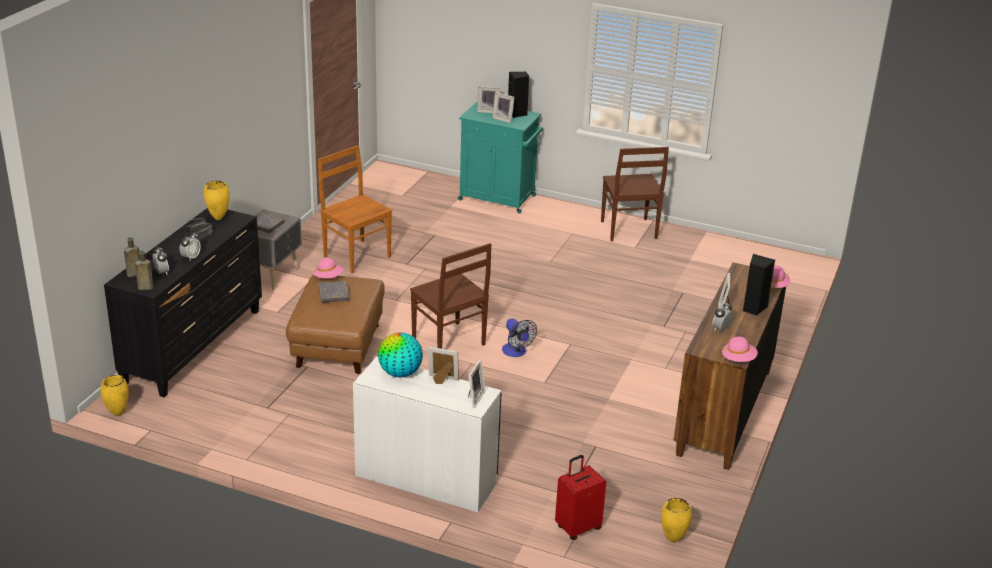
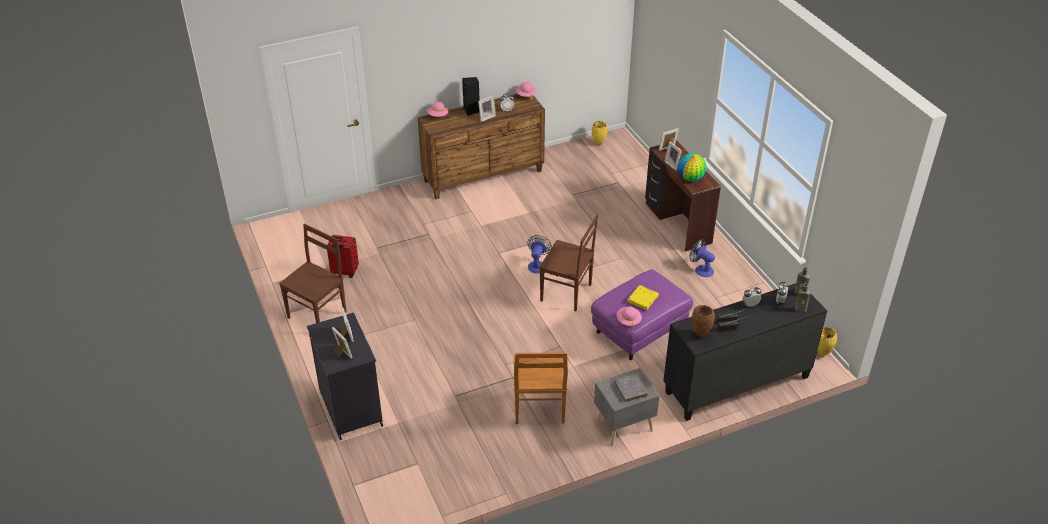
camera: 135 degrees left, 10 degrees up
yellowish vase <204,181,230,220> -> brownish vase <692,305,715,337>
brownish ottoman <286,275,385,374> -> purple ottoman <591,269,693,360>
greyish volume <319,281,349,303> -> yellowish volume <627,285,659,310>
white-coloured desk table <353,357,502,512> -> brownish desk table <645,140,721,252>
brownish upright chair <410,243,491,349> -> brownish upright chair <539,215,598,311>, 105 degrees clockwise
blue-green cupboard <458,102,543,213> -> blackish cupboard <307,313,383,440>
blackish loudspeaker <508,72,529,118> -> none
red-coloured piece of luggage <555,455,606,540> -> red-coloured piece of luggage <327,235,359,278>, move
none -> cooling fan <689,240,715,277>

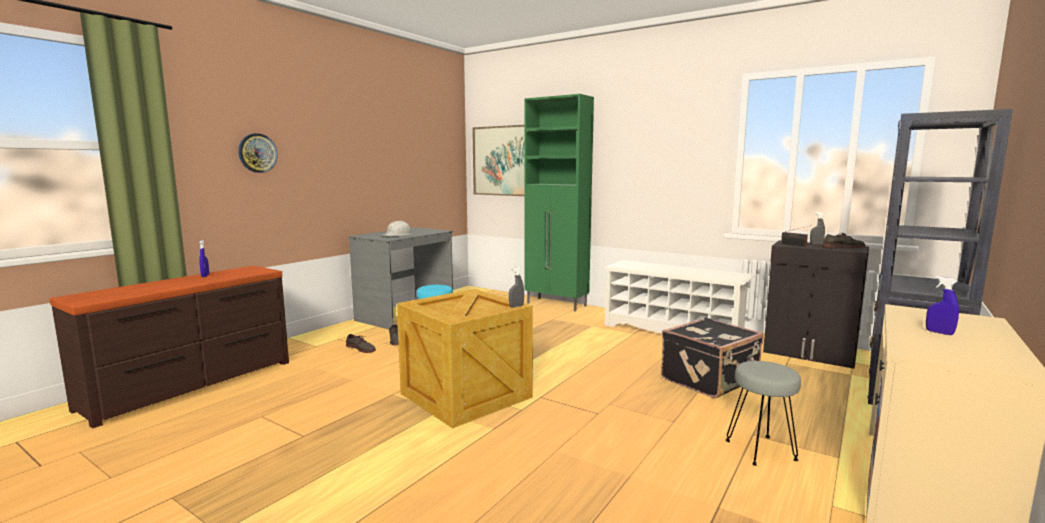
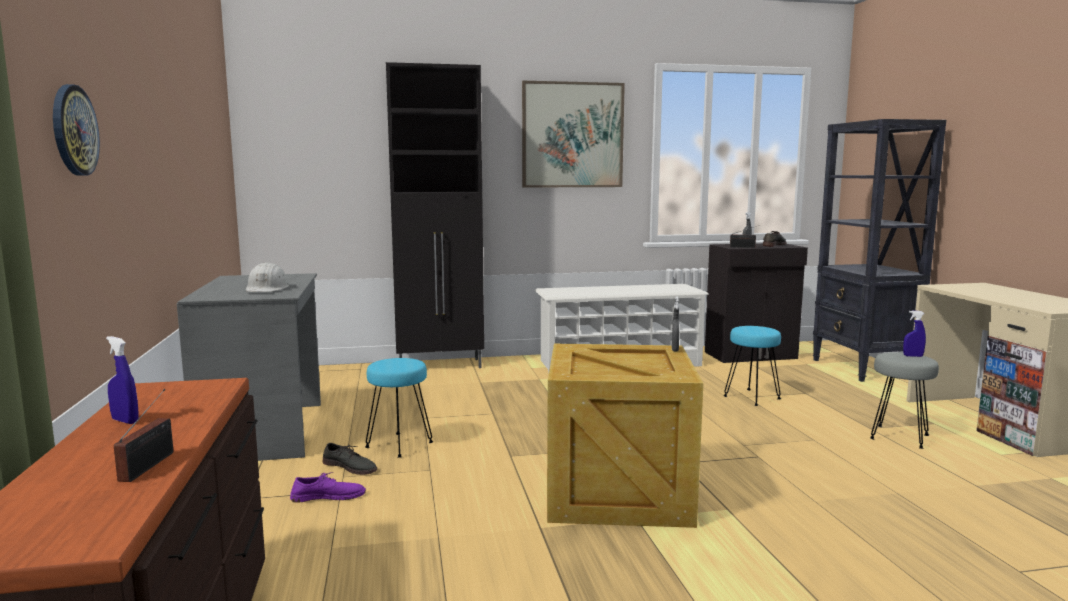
camera: 45 degrees left, 0 degrees up
greyish item of footwear <346,334,376,353> -> purple item of footwear <290,472,366,503>
picture <472,125,525,196> -> picture <522,81,625,188>, move
greenish cupboard <524,94,594,312> -> blackish cupboard <386,62,484,368>
blackish piece of luggage <661,317,764,398> -> blue-green stool seat <724,326,781,406>
blue-coloured sprayer <926,276,959,335> -> blue-coloured sprayer <903,311,926,357>, move
none -> radio <114,389,174,482>

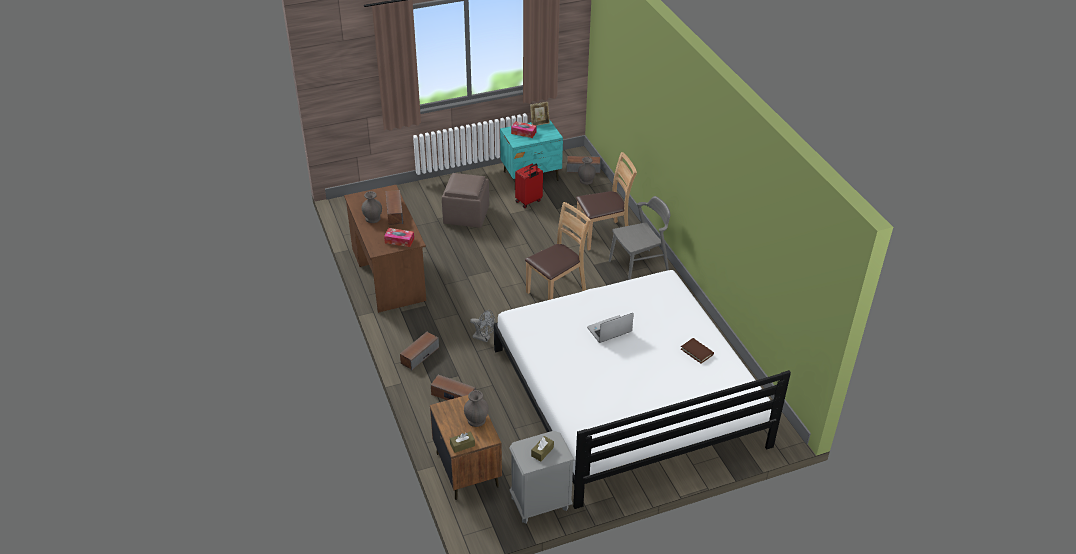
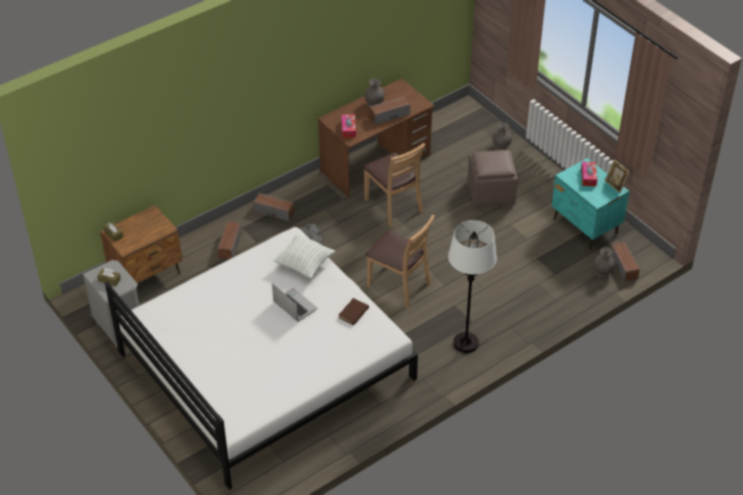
camera: 75 degrees right, 5 degrees up
greyish vase <464,390,489,427> -> greyish vase <492,123,512,150>, move
red-coloured piece of luggage <515,164,543,208> -> none
brownish upright chair <576,152,637,251> -> brownish upright chair <363,143,425,227>, move
greyish upright chair <609,196,670,280> -> white-coloured standard lamp <448,220,497,353>
brownish volume <681,338,714,364> -> brownish volume <338,298,369,325>, move
none -> pillow <273,234,335,278>

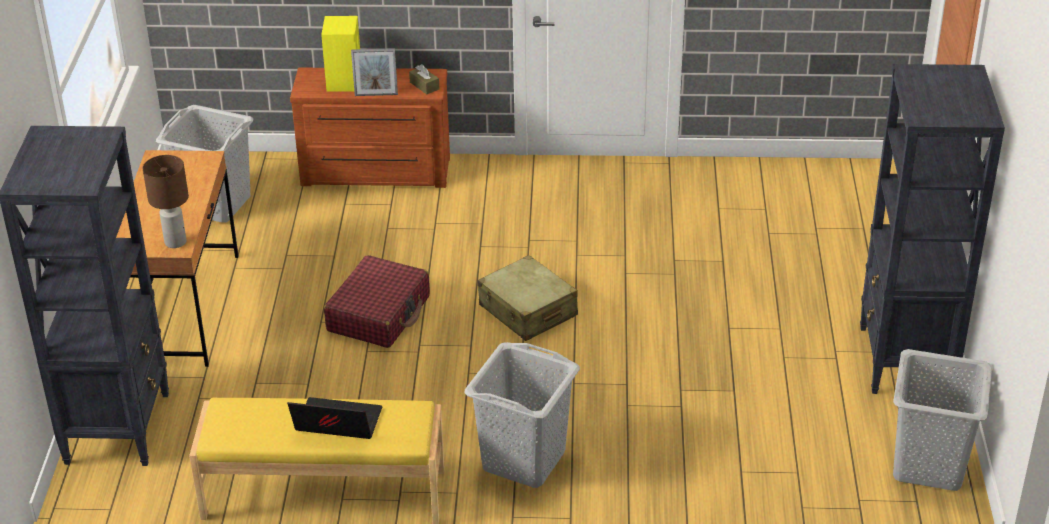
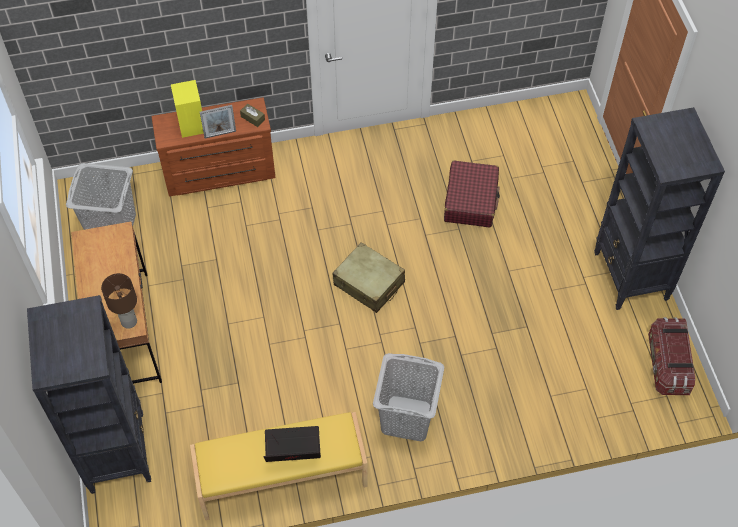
camera: 15 degrees left, 20 degrees up
red-coloured piece of luggage <324,255,430,348> -> red-coloured piece of luggage <444,160,500,228>, move
greyish washing basket <893,349,992,491> -> storage container <648,317,695,395>

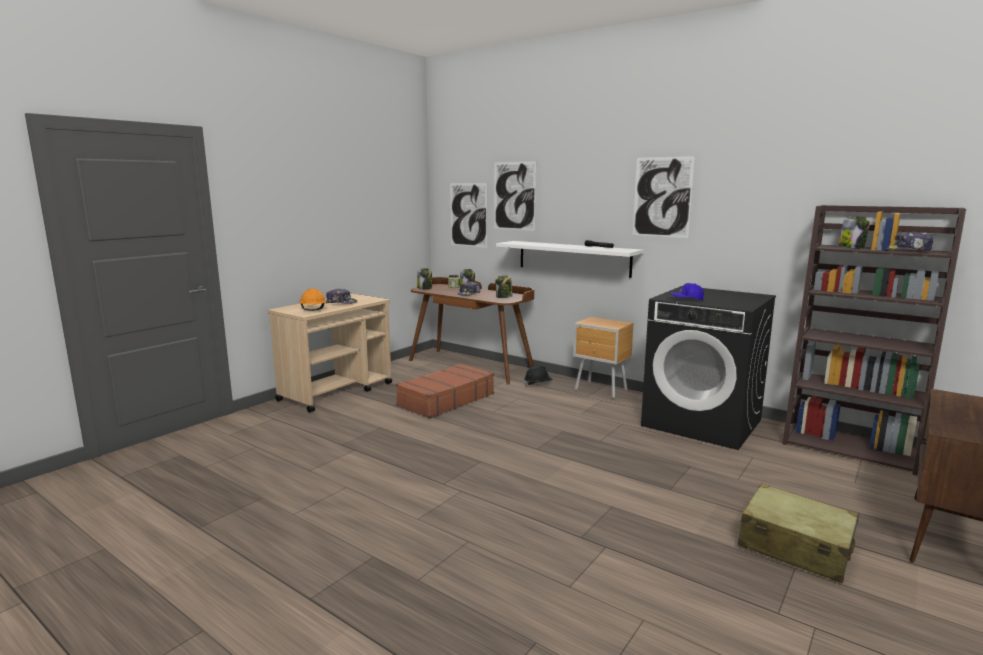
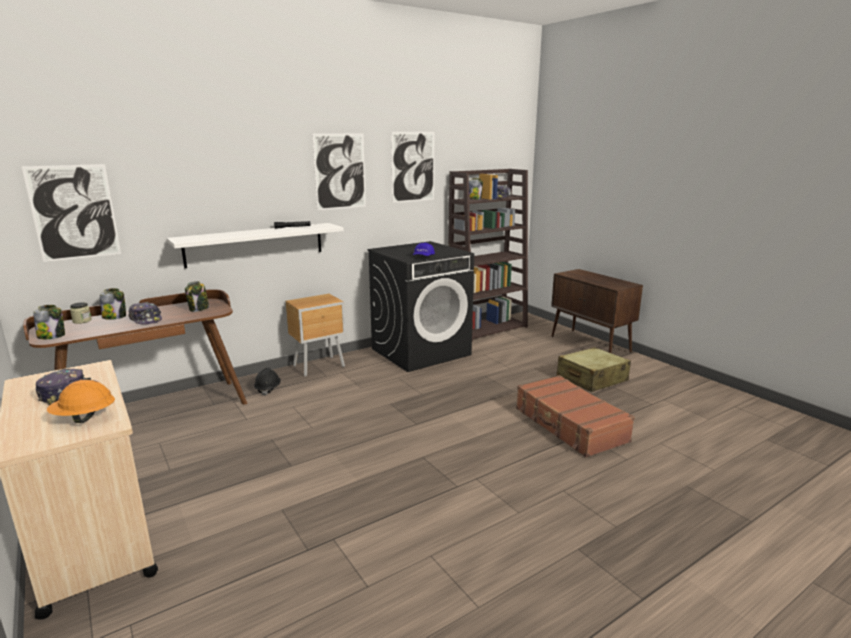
camera: 70 degrees left, 5 degrees up
brownish piece of luggage <396,363,494,418> -> brownish piece of luggage <516,375,635,457>, move
picture <494,161,536,231> -> picture <391,132,434,203>, move

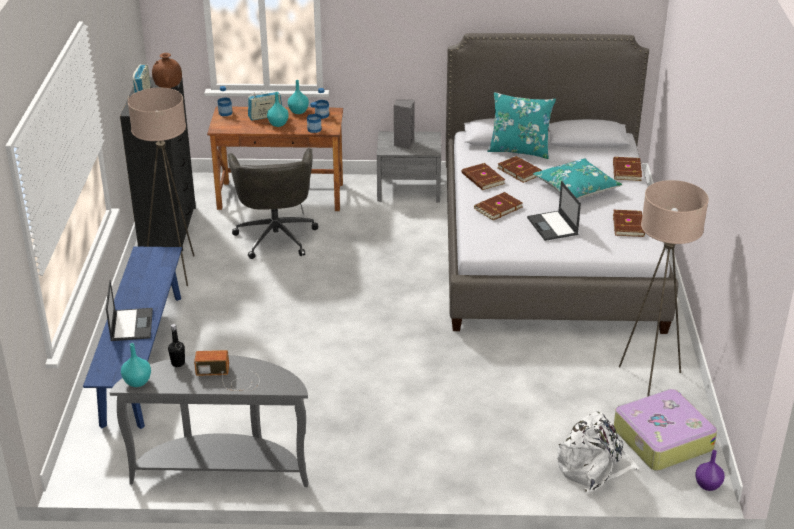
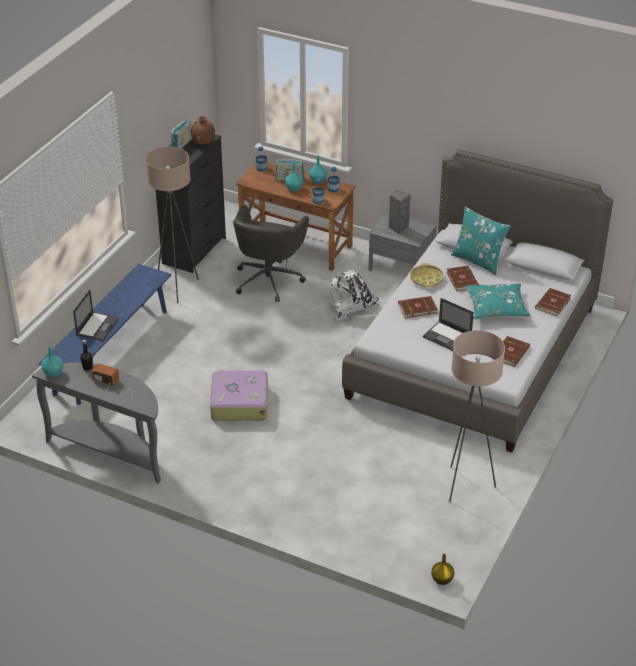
camera: 25 degrees right, 5 degrees up
brownish volume <462,163,505,190> -> yellowish tray <410,263,444,287>
laptop <527,181,581,241> -> laptop <423,298,474,351>, 60 degrees counterclockwise
white-coloured backpack <557,412,639,493> -> white-coloured backpack <330,270,380,320>, move
piece of luggage <614,388,717,471> -> piece of luggage <210,370,268,421>, move
purple vase <695,450,725,491> -> yellowish vase <431,553,454,585>

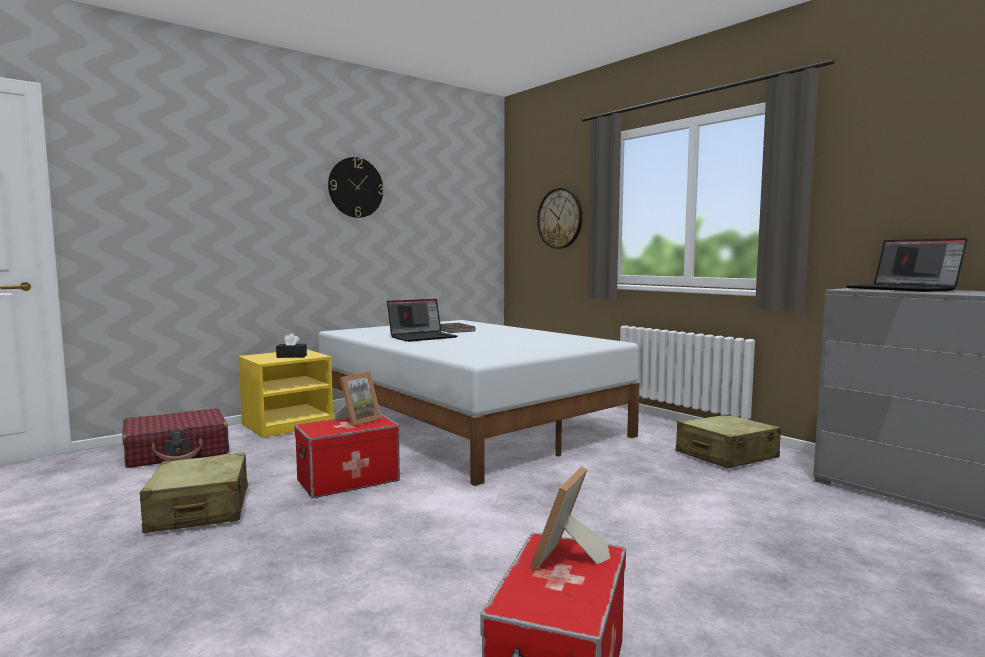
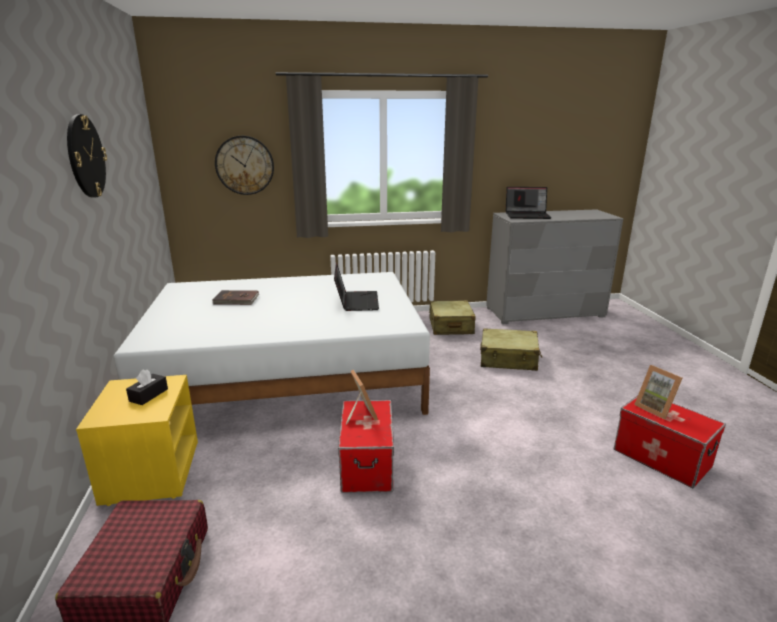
camera: 60 degrees left, 15 degrees up
sand-coloured piece of luggage <140,453,248,533> -> sand-coloured piece of luggage <480,328,542,371>, move
laptop <387,299,457,342> -> laptop <334,263,379,311>, move

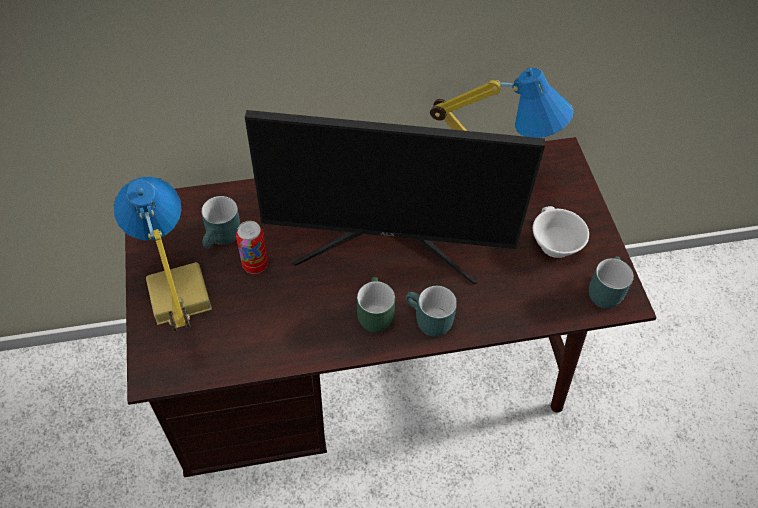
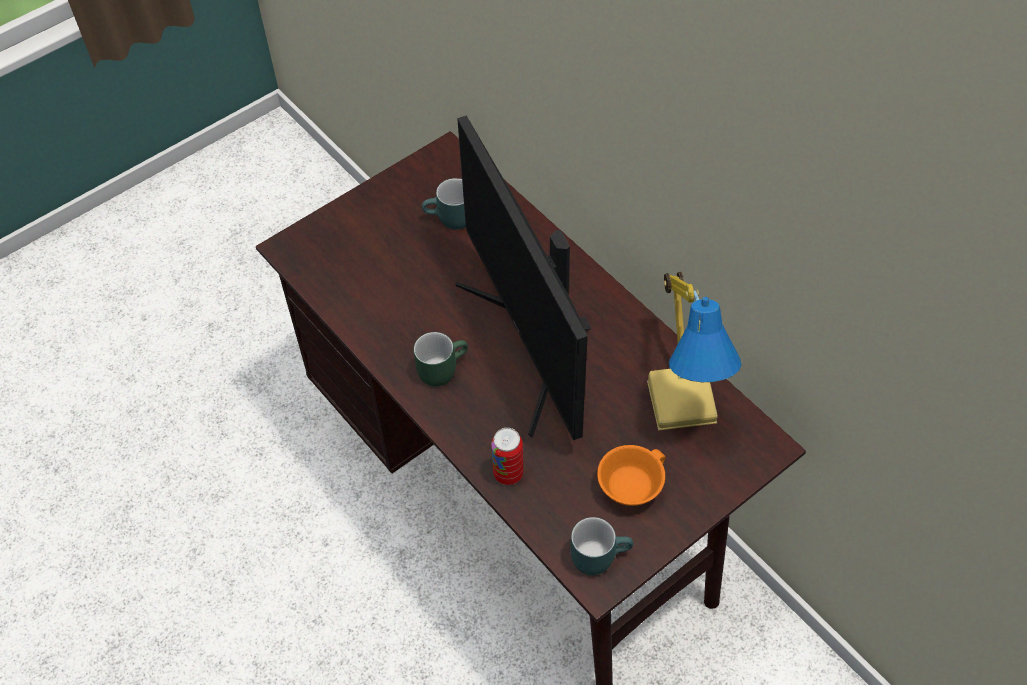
camera: 65 degrees right, 0 degrees up
table lamp <113,177,212,332> -> none
can <236,221,268,274> -> can <491,428,523,485>, move
blue-green tea mug <406,286,457,337> -> none
white-coloured cup <533,206,589,258> -> orange cup <597,445,666,506>

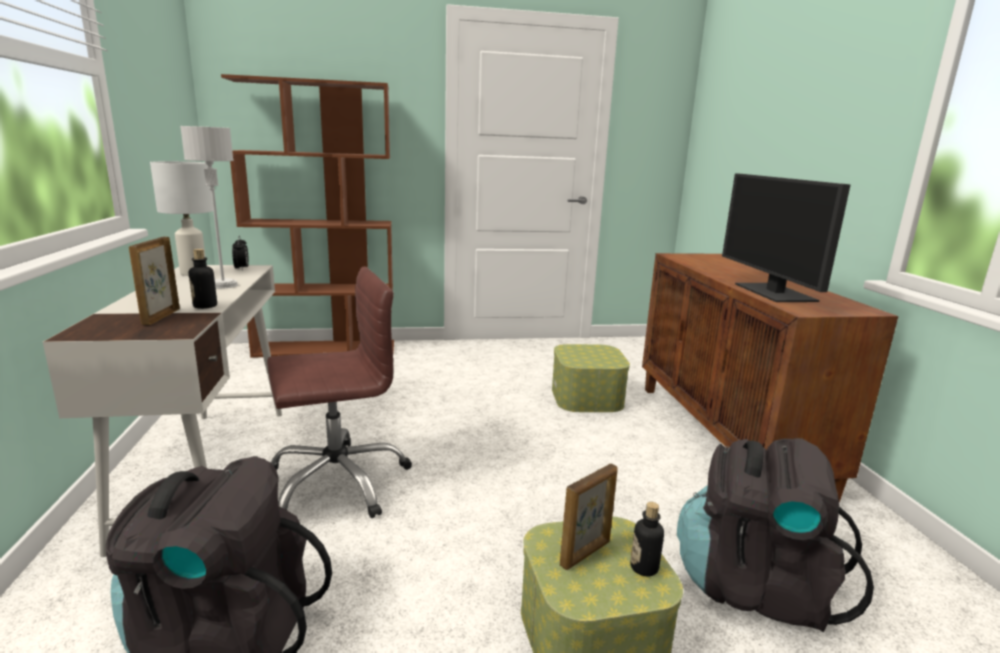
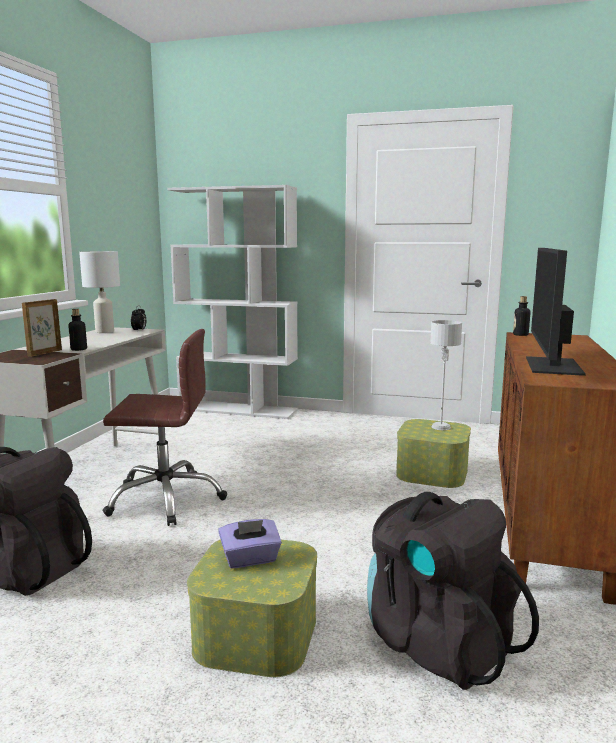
camera: 25 degrees right, 5 degrees down
greyish table lamp <180,126,238,289> -> greyish table lamp <430,320,462,430>, move
brownish bookcase <221,74,394,358> -> white-coloured bookcase <168,185,298,419>
standing frame <560,464,618,570> -> purple tissue holder <218,519,282,569>
drink bottle <630,502,664,576> -> drink bottle <513,296,531,336>, move

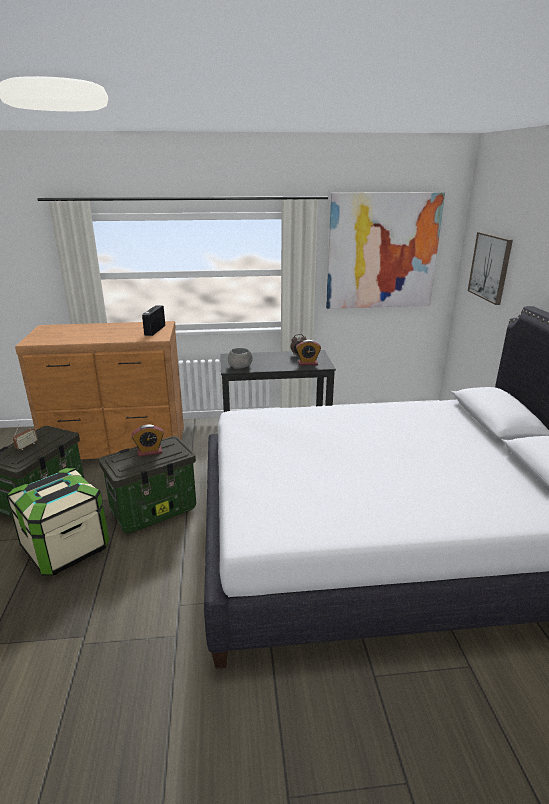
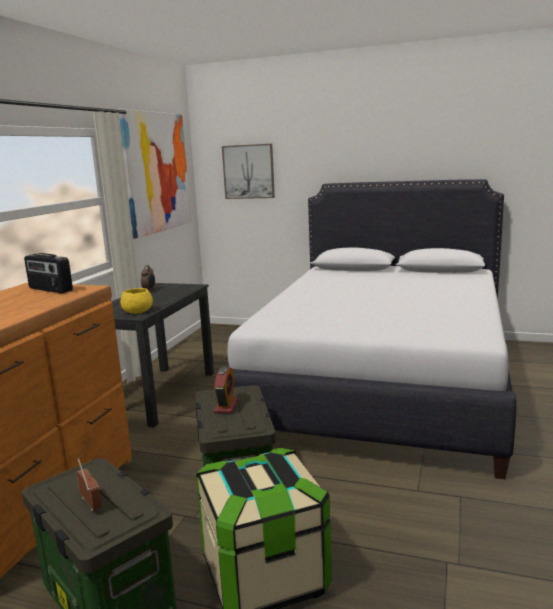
camera: 65 degrees left, 10 degrees down
greyish bowl <228,348,253,369> -> yellowish bowl <120,288,153,314>
alarm clock <296,340,321,365> -> none

